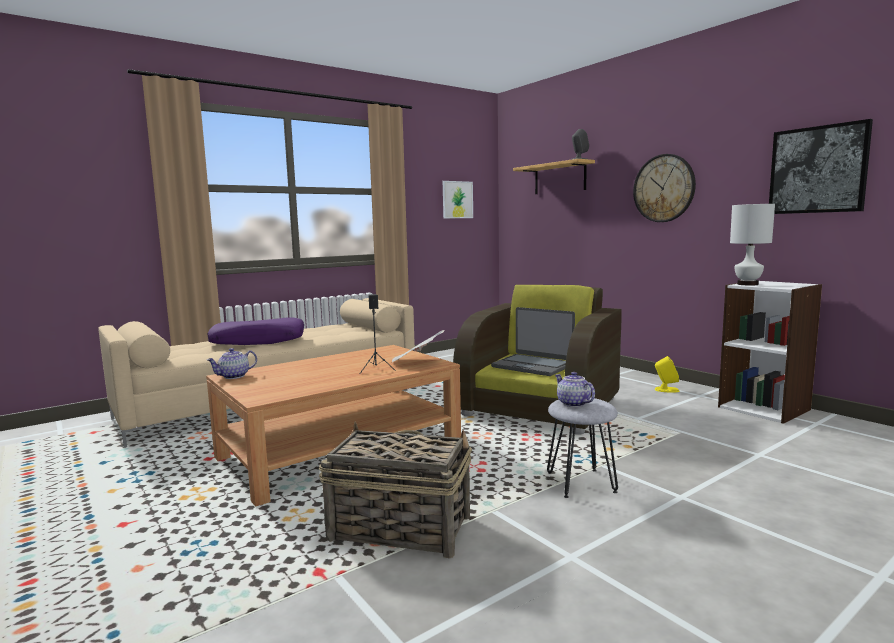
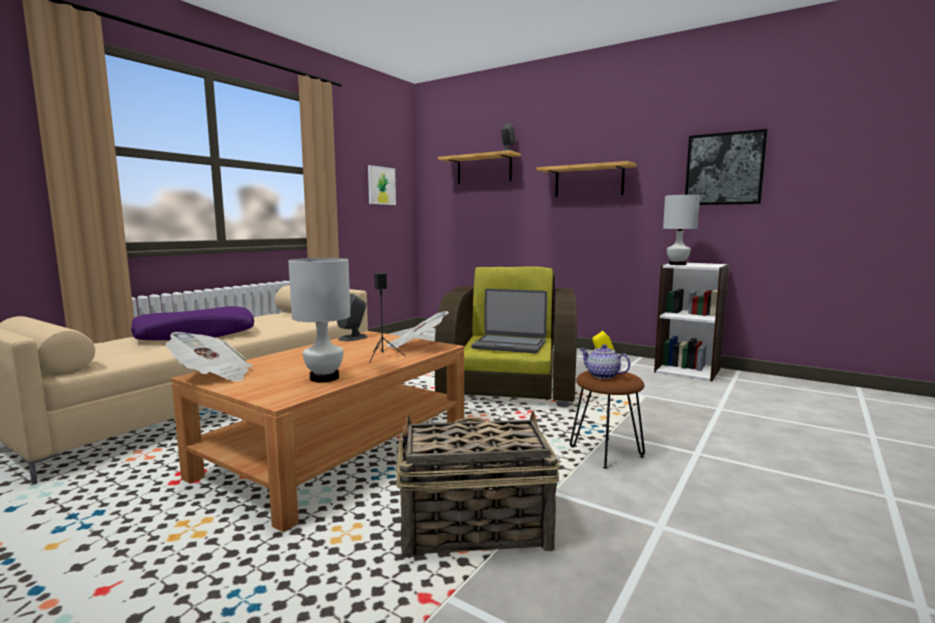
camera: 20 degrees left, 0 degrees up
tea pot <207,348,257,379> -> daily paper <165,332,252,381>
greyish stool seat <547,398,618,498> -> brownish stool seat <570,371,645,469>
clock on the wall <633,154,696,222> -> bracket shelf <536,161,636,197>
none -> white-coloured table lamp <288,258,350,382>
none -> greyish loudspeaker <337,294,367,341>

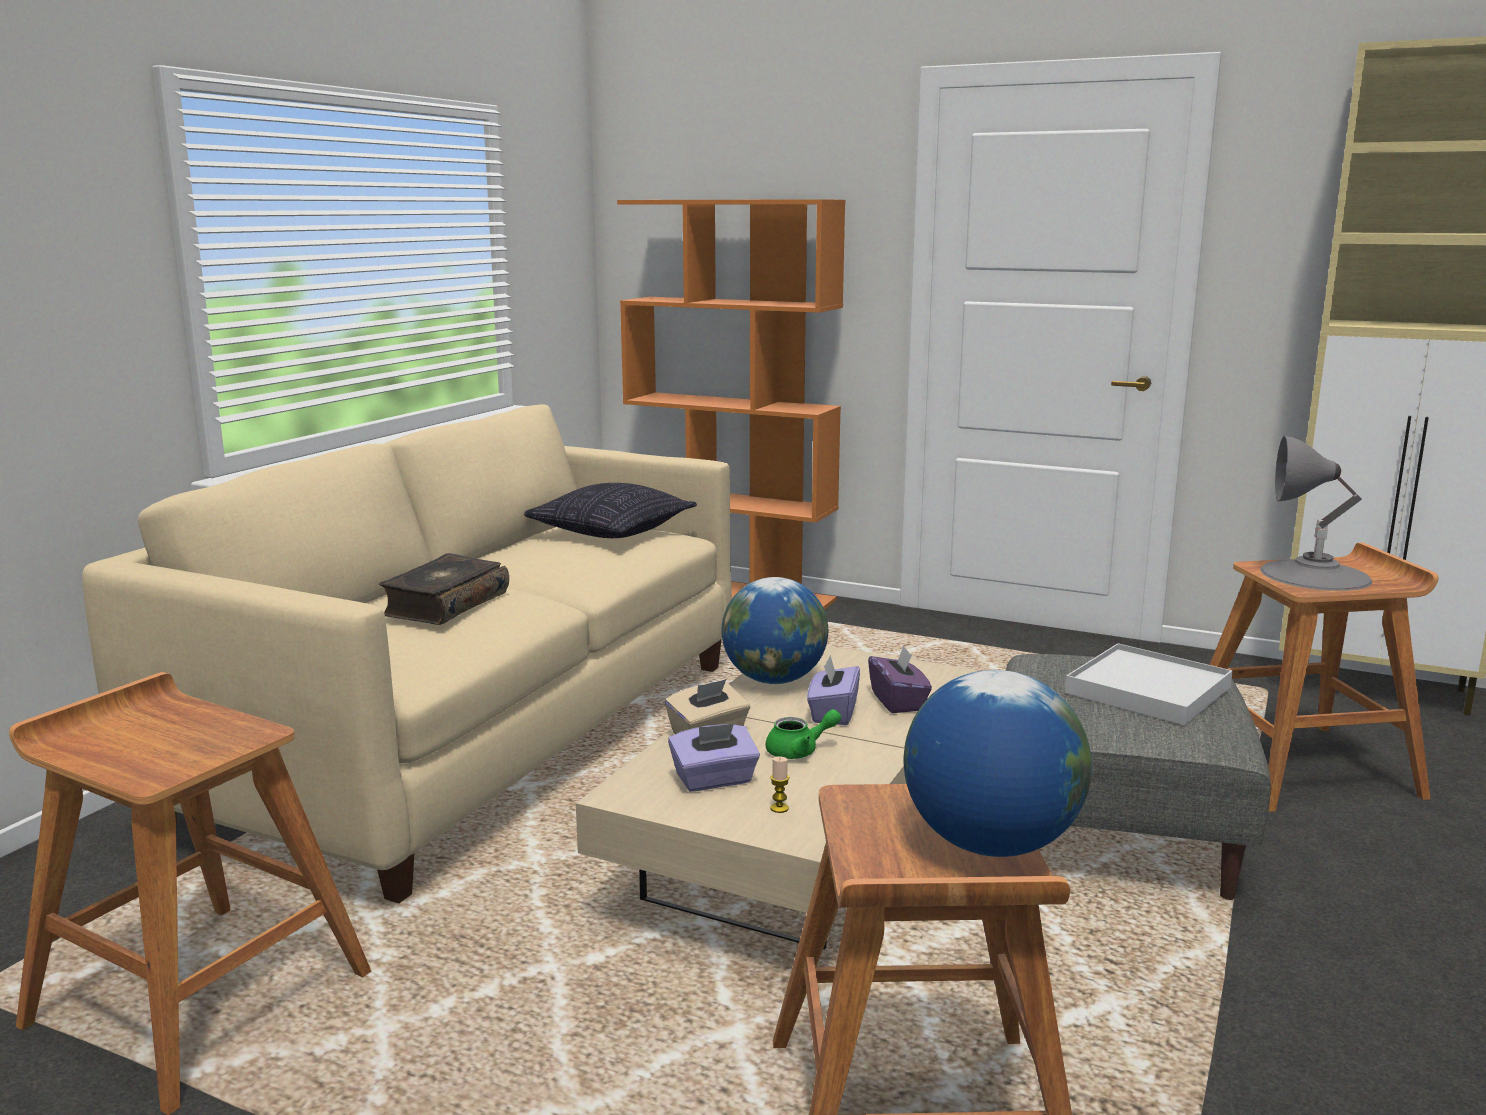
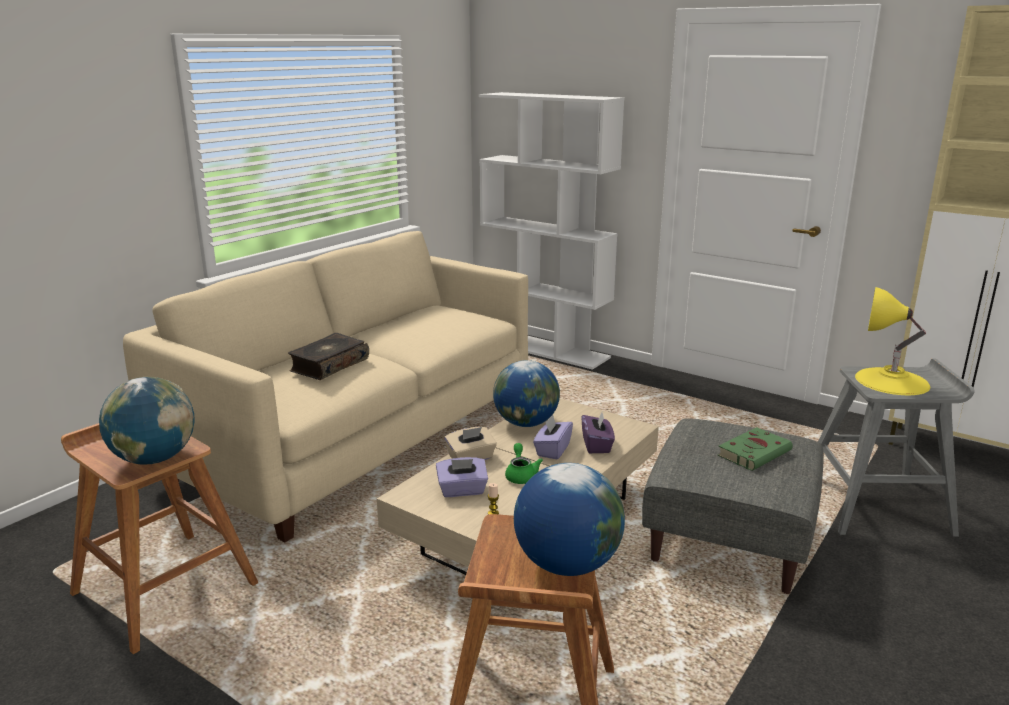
camera: 10 degrees right, 5 degrees up
pillow <524,483,697,538> -> none
orange bookcase <617,199,846,610> -> white-coloured bookcase <479,92,624,370>
greenish tea pot <766,709,841,759> -> greenish tea pot <505,443,543,484>, 90 degrees counterclockwise
white-coloured tray <1065,643,1233,725> -> greenish volume <718,427,793,471>
brownish stool seat <1210,543,1439,812> -> greyish stool seat <818,359,975,537>
greyish table lamp <1260,435,1372,591> -> yellowish table lamp <855,287,930,395>
none -> desk globe <99,377,195,465>

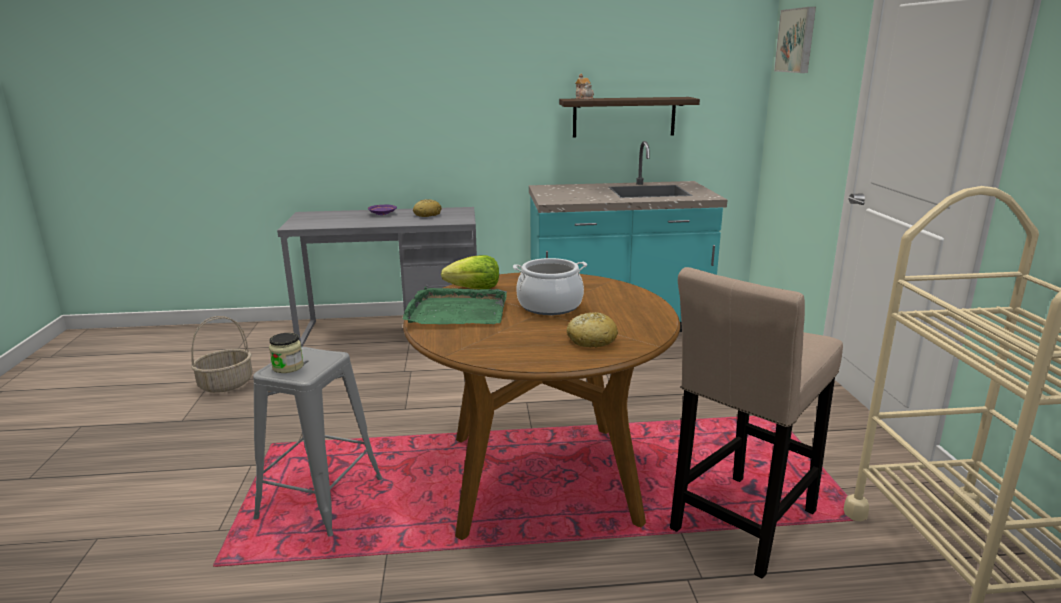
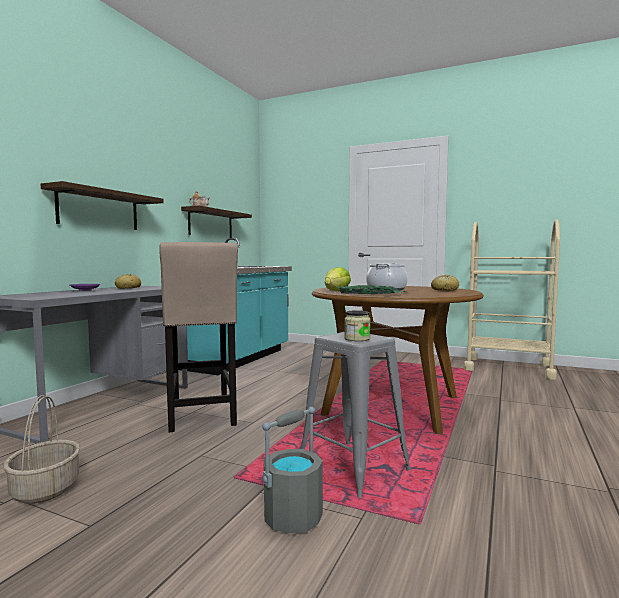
camera: 60 degrees left, 15 degrees down
sand-coloured stool seat <670,267,843,579> -> sand-coloured stool seat <159,242,238,432>, move
picture <774,7,816,73> -> none
none -> bracket shelf <41,181,164,230>
none -> greyish water bucket <262,407,323,533>

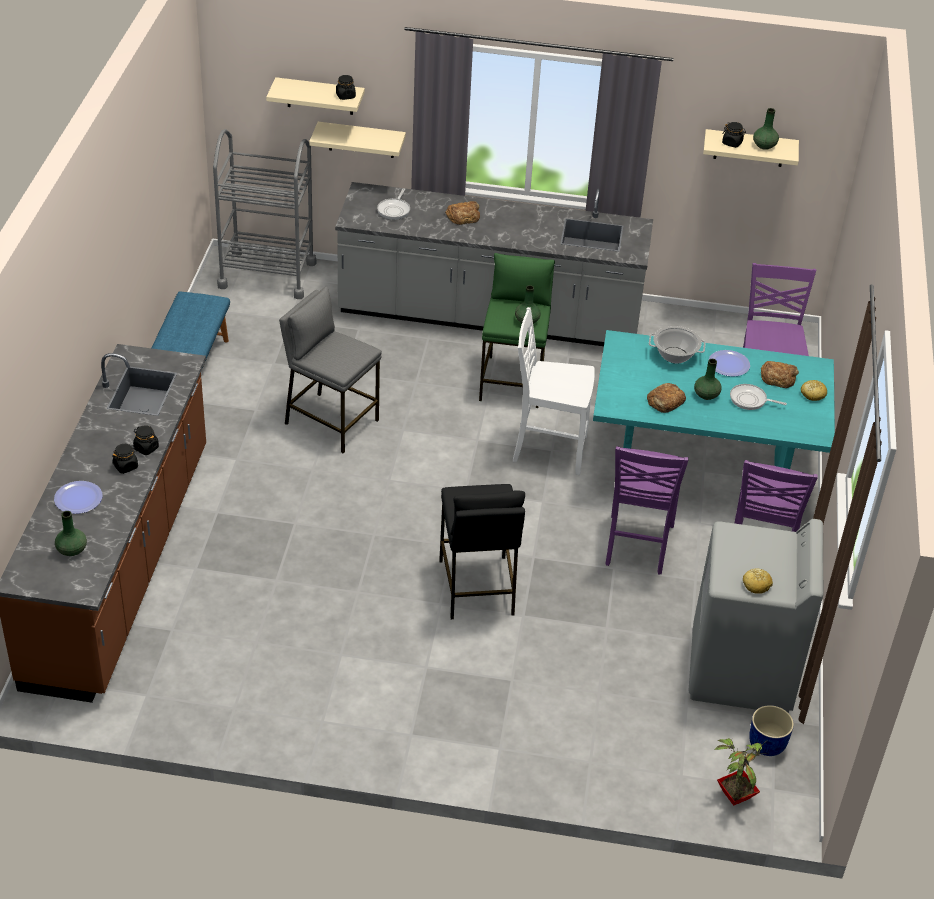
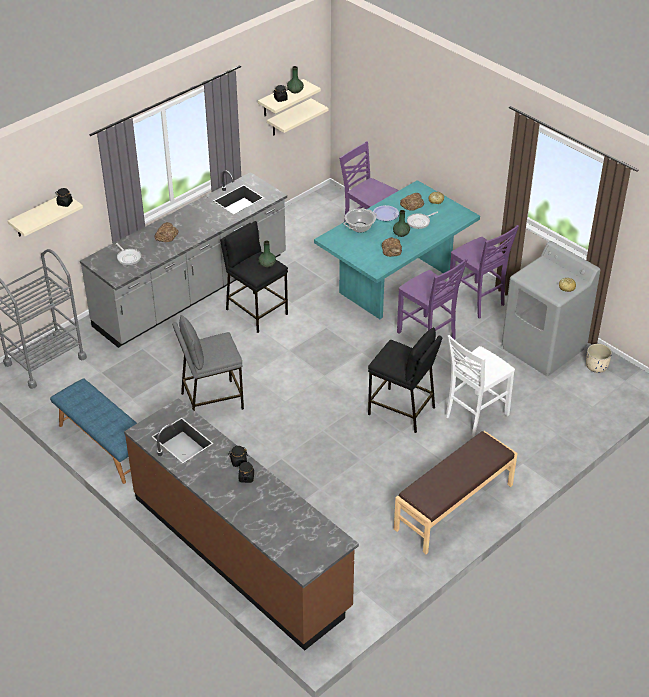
camera: 50 degrees left, 0 degrees up
flat dish <54,481,102,514> -> none
greenish vase <55,511,87,556> -> none
sand-coloured bracket shelf <309,122,406,158> -> sand-coloured bracket shelf <267,98,328,135>, move
greenish stool seat <479,253,555,408> -> blackish stool seat <220,221,288,333>
white-coloured upright chair <513,307,595,475> -> white-coloured upright chair <445,335,515,437>, move
plant in a pot <714,738,768,806> -> none
blue-coloured planter <749,705,794,756> -> sand-coloured planter <586,344,612,373>
none -> brownish long seat <394,431,518,554>

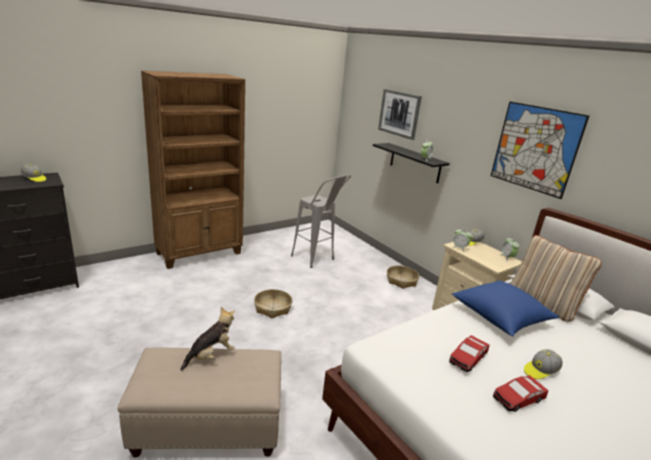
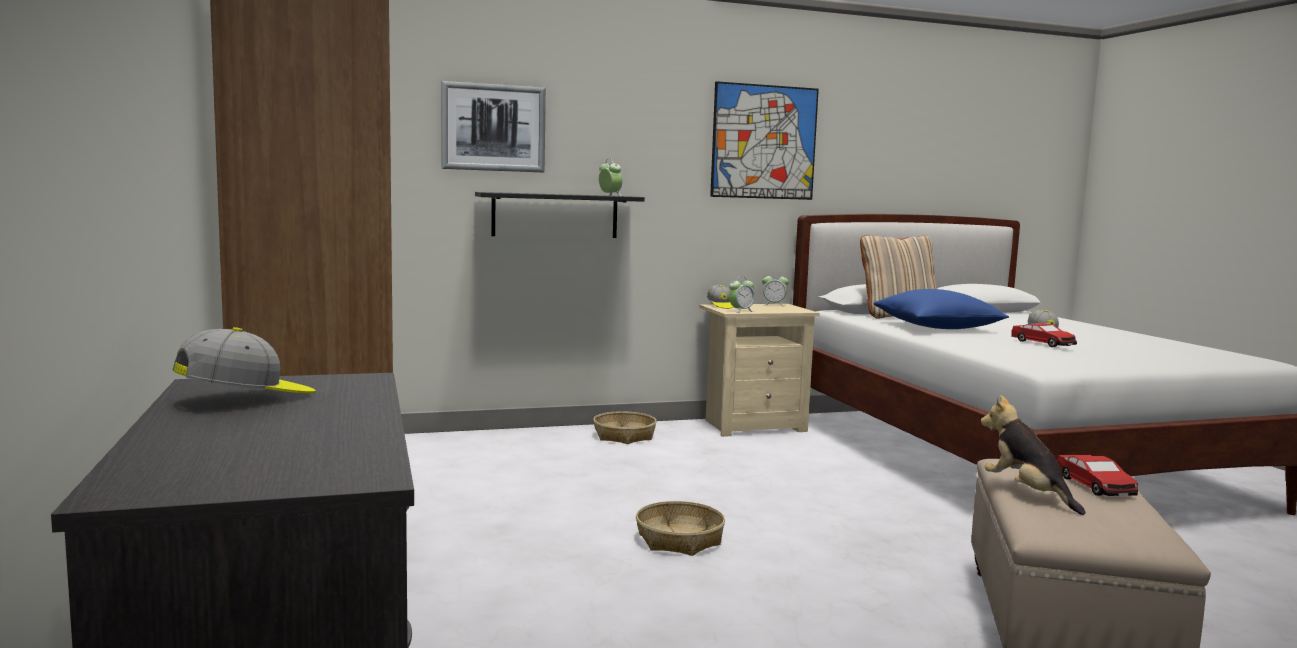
camera: 70 degrees left, 15 degrees down
greyish stool seat <291,175,351,268> -> none
model car <493,375,548,412> -> model car <1057,455,1138,496>, move

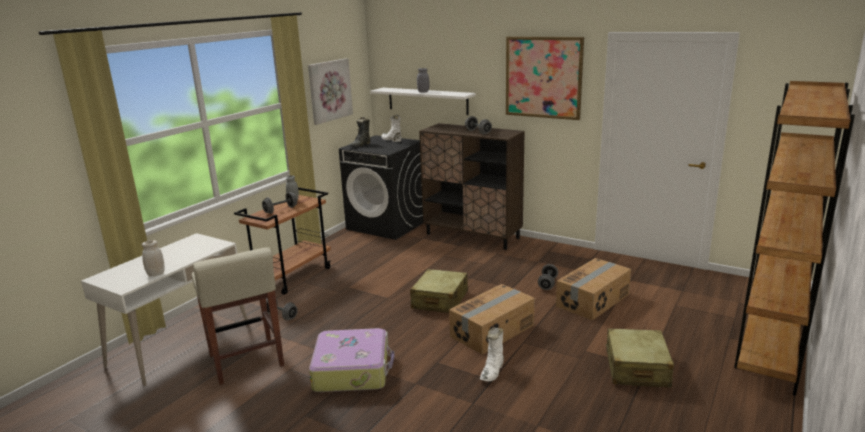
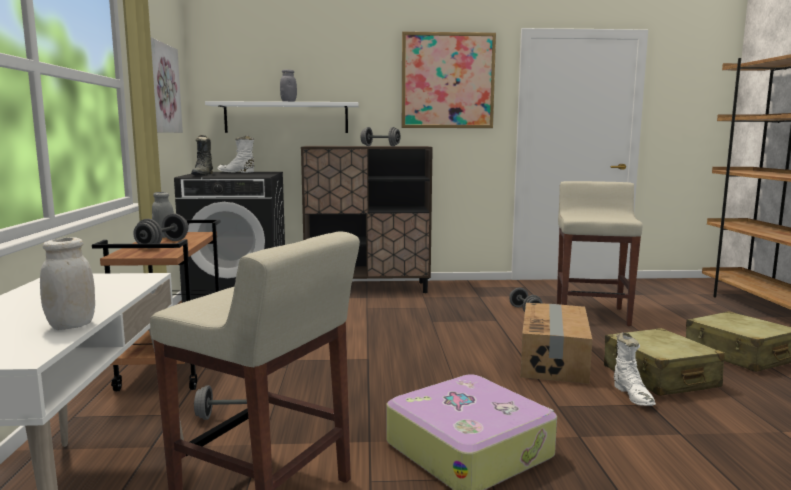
camera: 35 degrees left, 10 degrees down
sand-coloured piece of luggage <410,269,468,313> -> sand-coloured piece of luggage <604,328,725,396>, move
carton <556,258,631,321> -> sand-coloured stool seat <557,181,643,326>

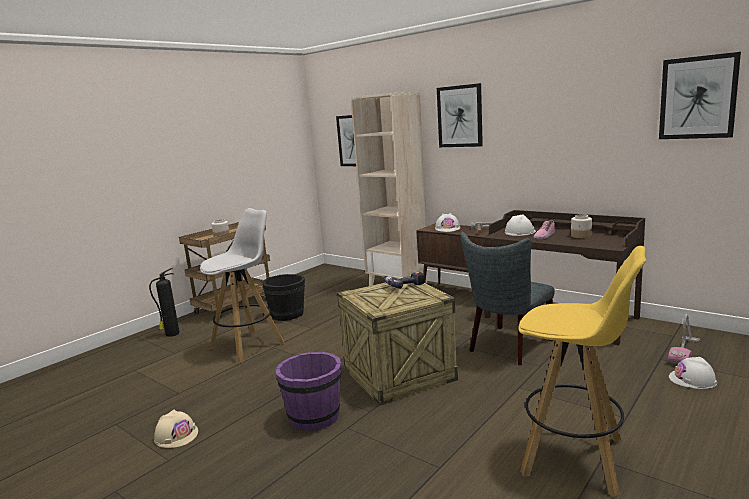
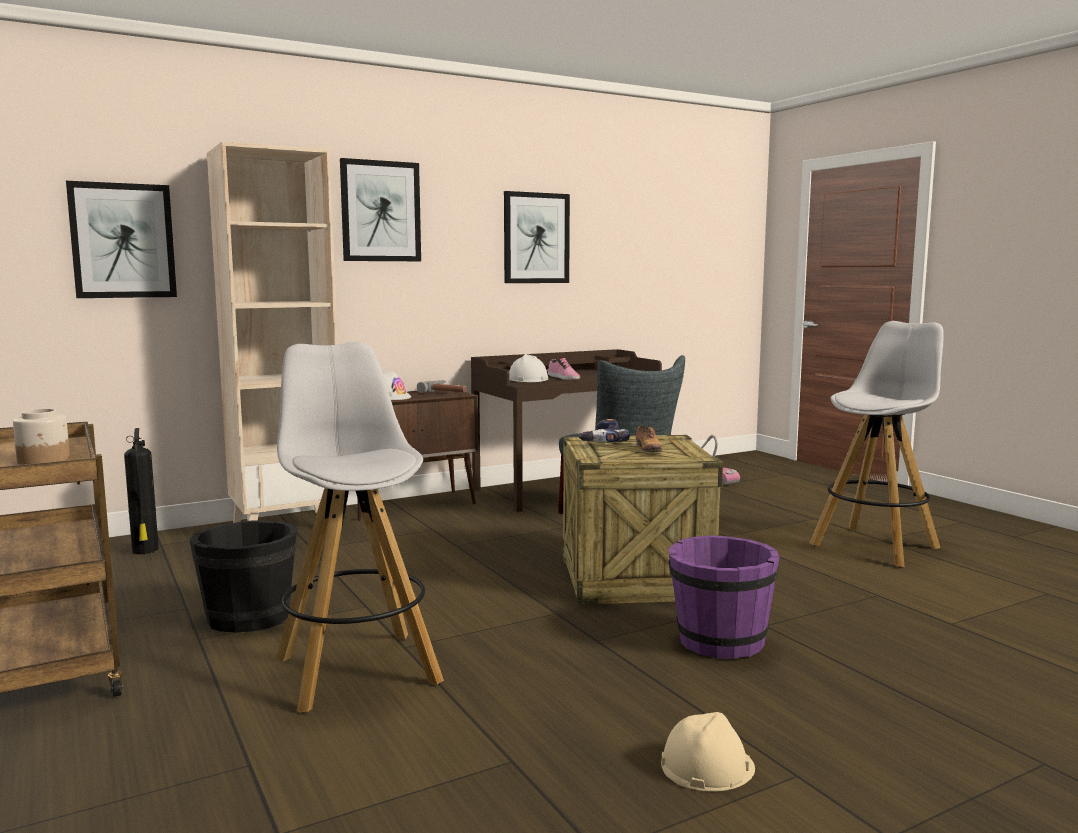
camera: 70 degrees left, 5 degrees down
fire-fighting cylinder <149,268,180,337> -> fire-fighting cylinder <124,428,159,554>, move
yellowish stool seat <518,246,646,497> -> white-coloured stool seat <809,321,944,567>
preserve jar <571,214,592,238> -> none
picture <659,52,741,139> -> picture <504,191,570,283>, move
white-coloured work helmet <669,357,717,389> -> none
none -> item of footwear <636,425,662,452>

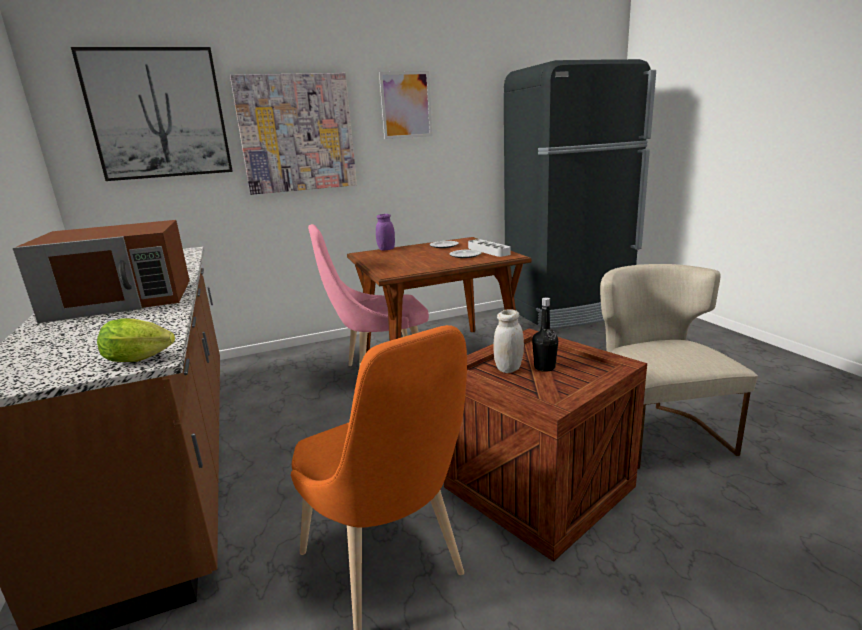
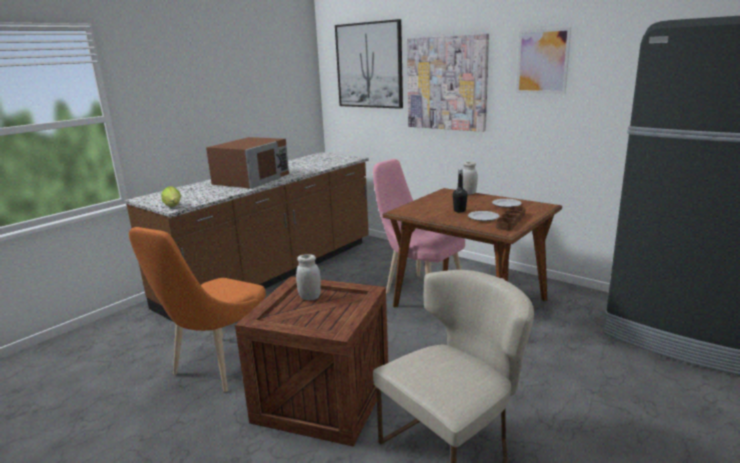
camera: 60 degrees right, 0 degrees up
brownish microwave oven <13,220,190,323> -> brownish microwave oven <206,137,289,189>, 105 degrees counterclockwise
purple preserve jar <376,214,395,251> -> white-coloured preserve jar <463,162,478,194>
greyish tray <468,239,511,257> -> brownish tray <496,206,526,231>
blackish drink bottle <532,298,558,372> -> blackish drink bottle <453,169,468,212>, move

